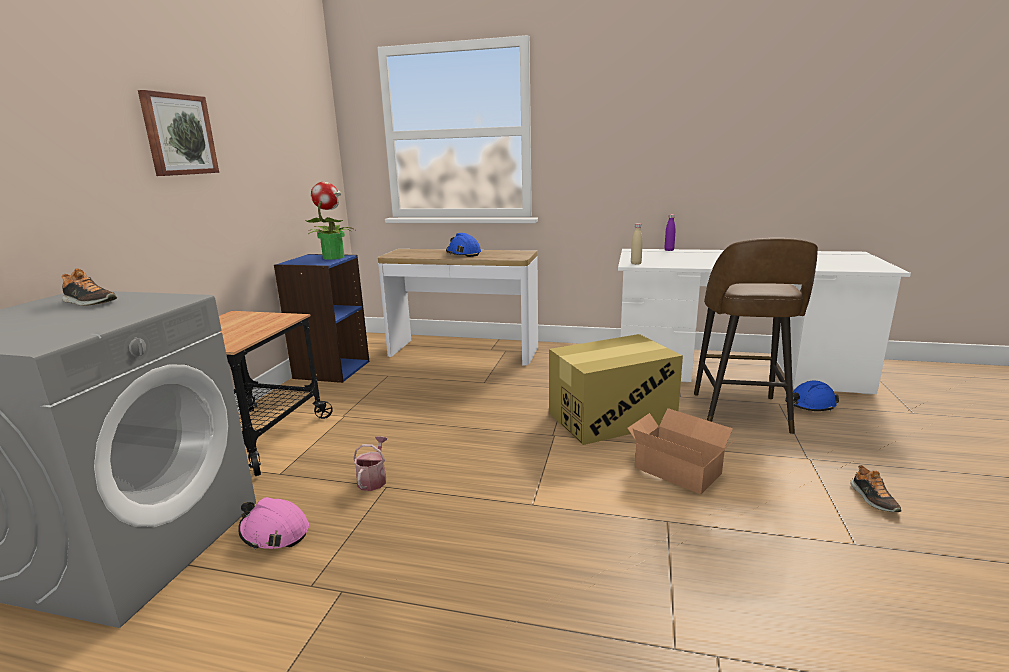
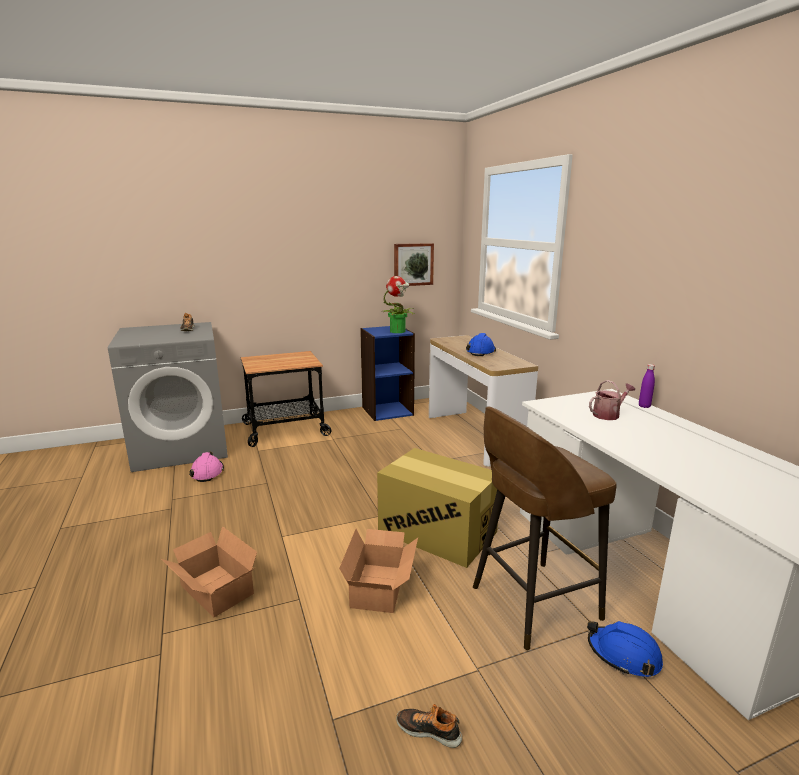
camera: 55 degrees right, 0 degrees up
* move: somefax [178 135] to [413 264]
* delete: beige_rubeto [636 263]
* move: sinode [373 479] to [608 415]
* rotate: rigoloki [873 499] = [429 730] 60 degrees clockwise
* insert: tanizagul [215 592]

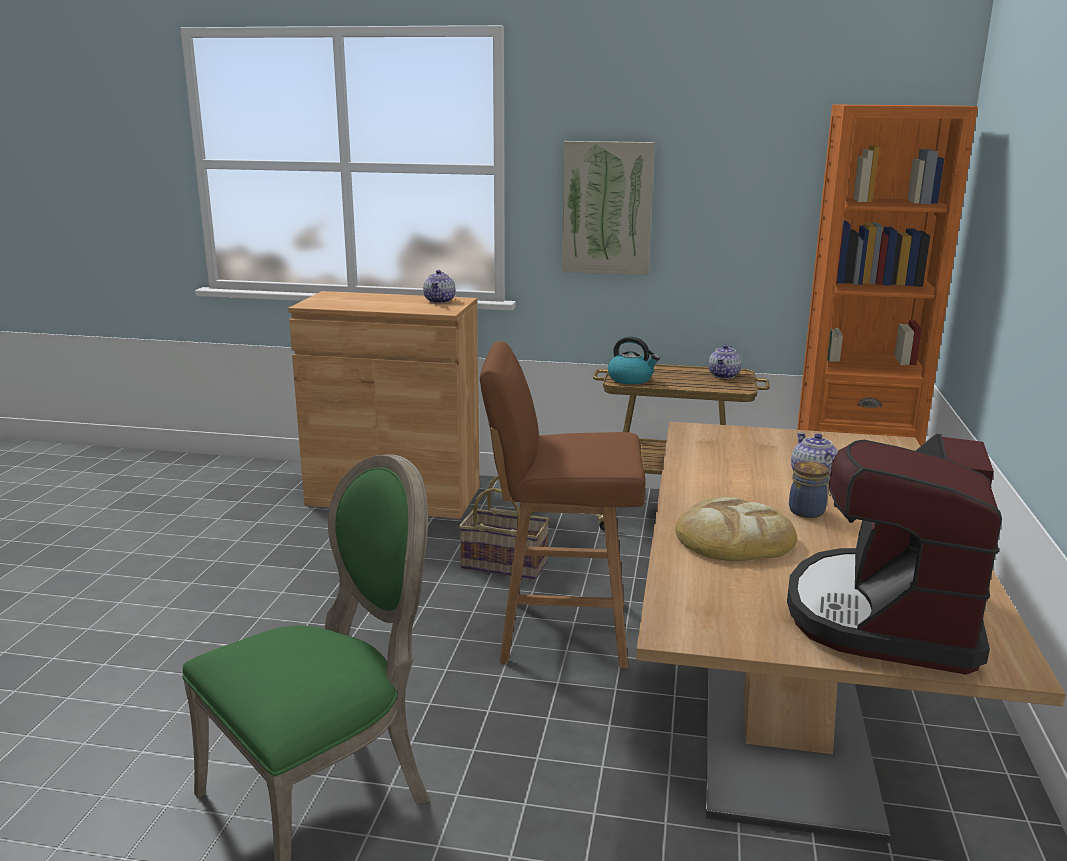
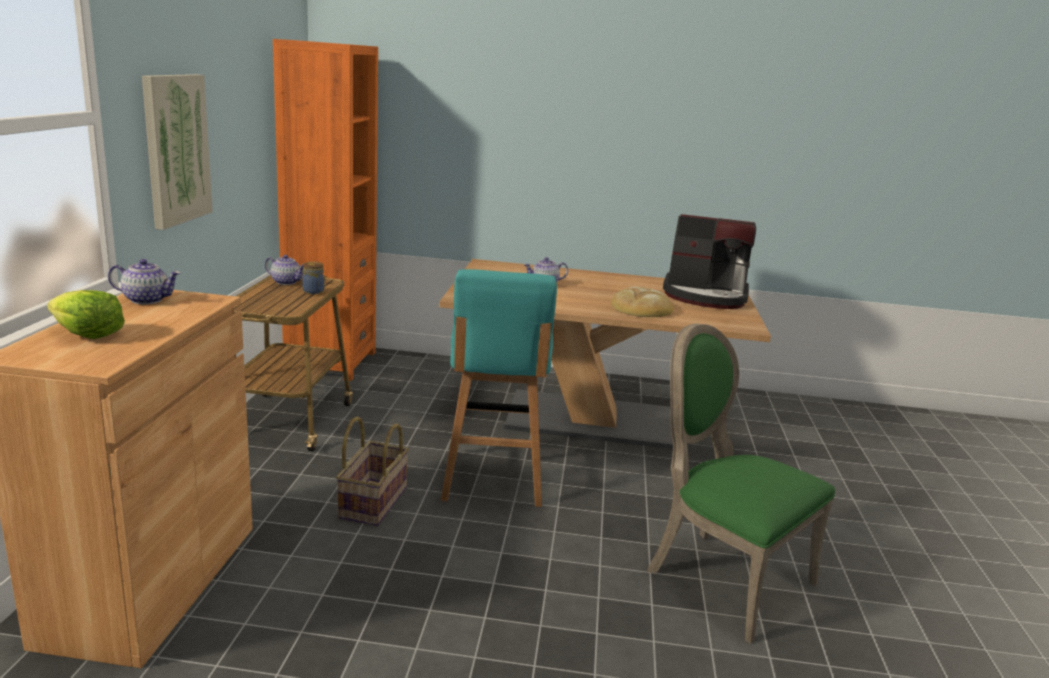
camera: 95 degrees left, 0 degrees up
* delete: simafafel [631 379]
* recolor: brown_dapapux [560 631] to turquoise_dapapux [492 480]
* move: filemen [808 511] to [313 291]
* insert: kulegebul [87 334]

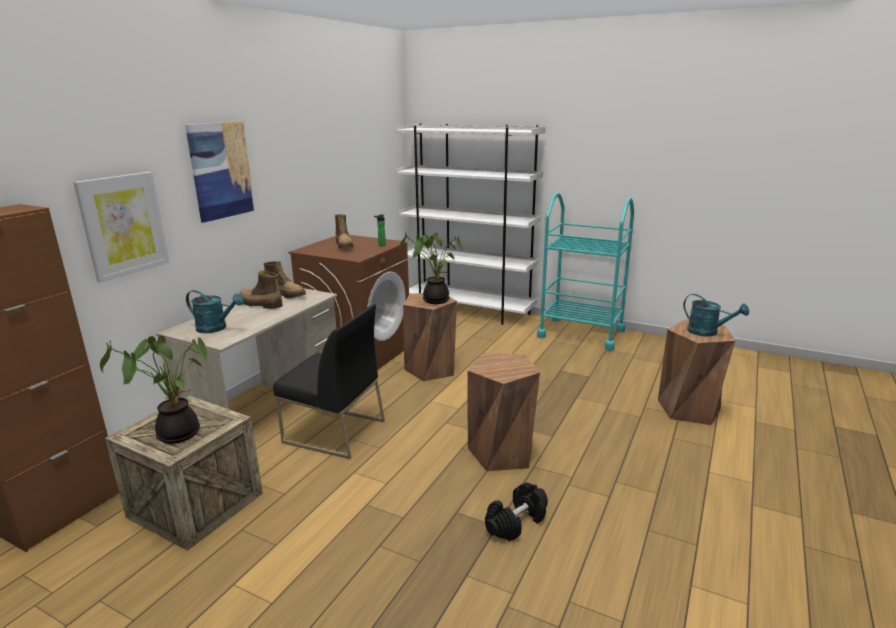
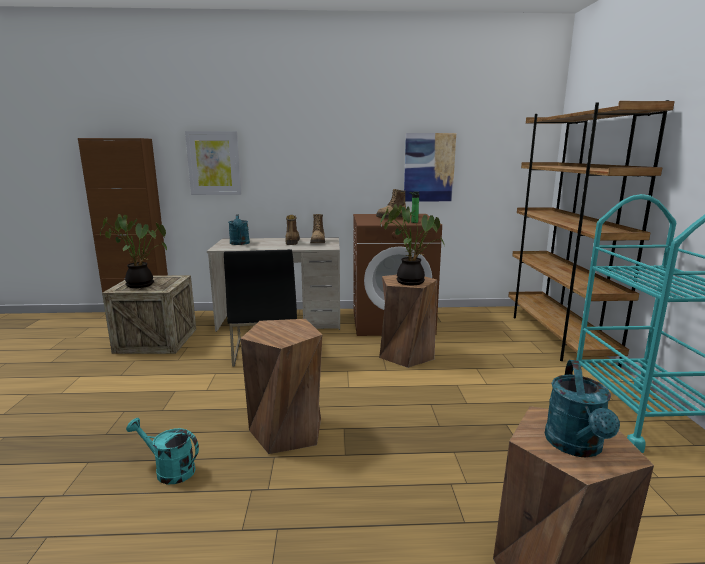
camera: 60 degrees right, 5 degrees down
* move: somefax [221 170] to [429 167]
* recolor: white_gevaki [468 311] to brown_gevaki [556 336]
* replace: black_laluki [516 523] to turquoise_sinode [169 470]

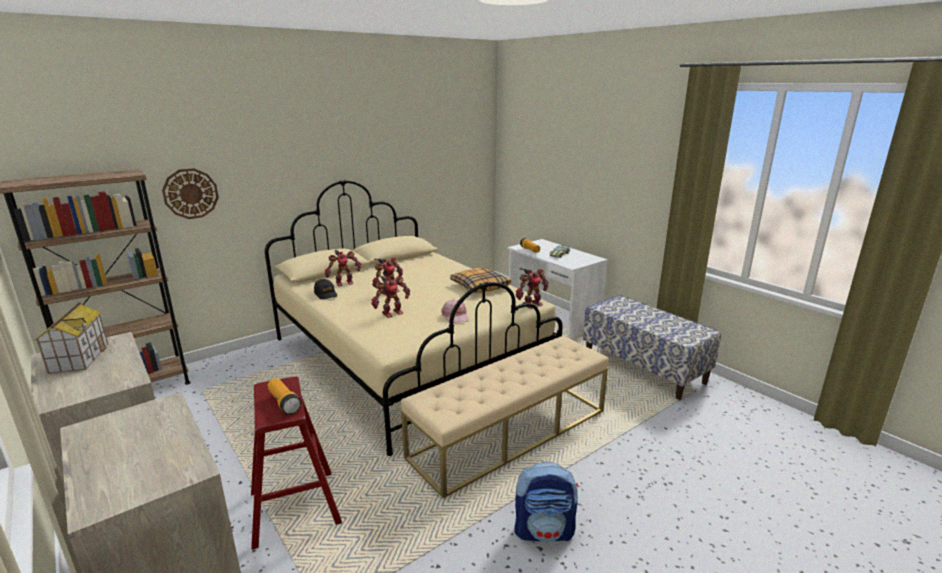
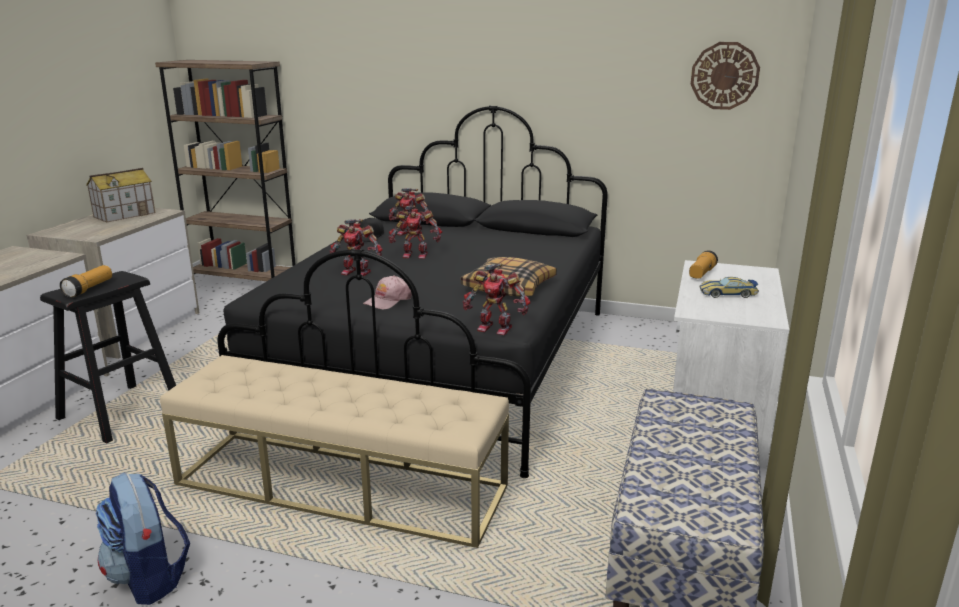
camera: 55 degrees right, 0 degrees up
* move: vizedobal [190 193] to [724 76]
* recolor: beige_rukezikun [408 358] to black_rukezikun [444 362]
* recolor: red_dapapux [294 507] to black_dapapux [121 413]

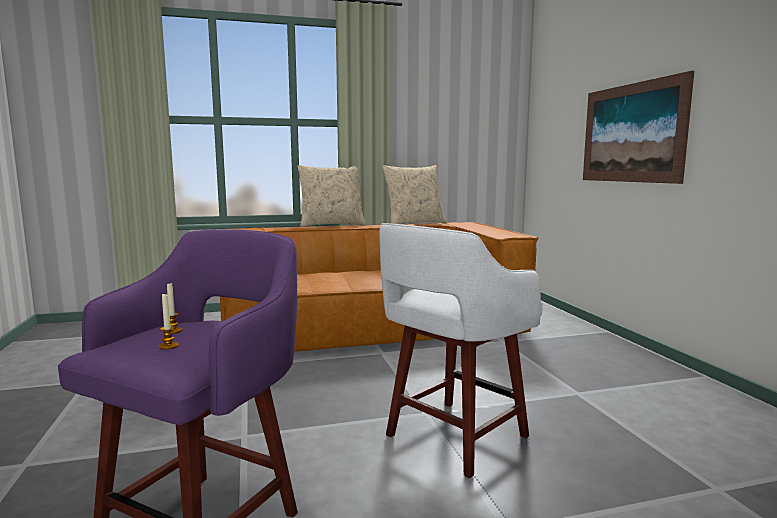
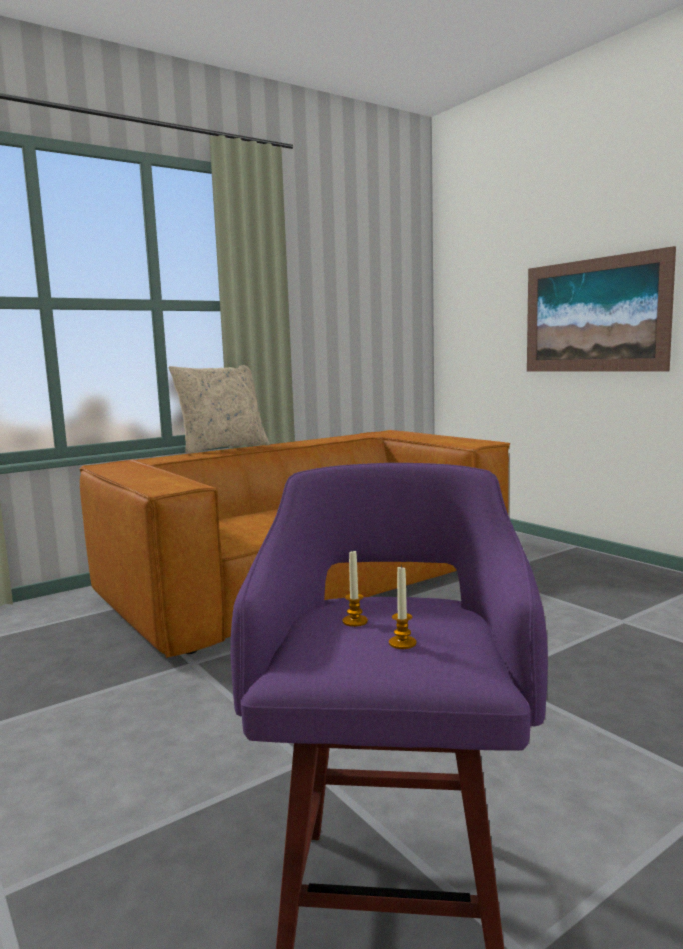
camera: 20 degrees left, 0 degrees up
* delete: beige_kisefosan [414 223]
* delete: white_dapapux [453 438]

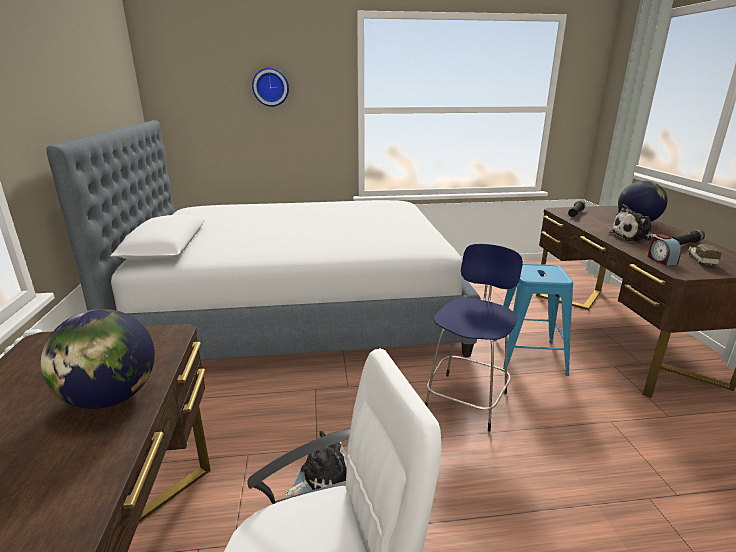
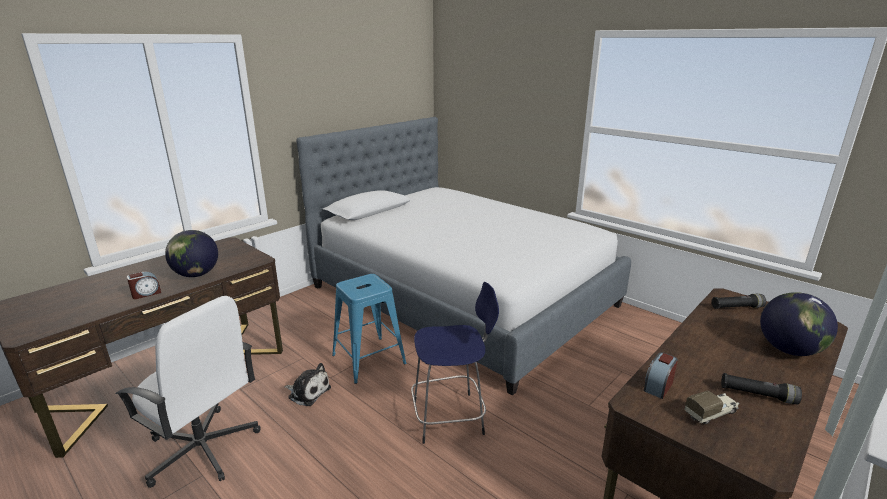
camera: 50 degrees right, 0 degrees up
* delete: vizedobal [270 87]
* delete: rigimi [634 237]
* move: blue_dapapux [529 356] to [368 359]
* insert: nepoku [146 294]

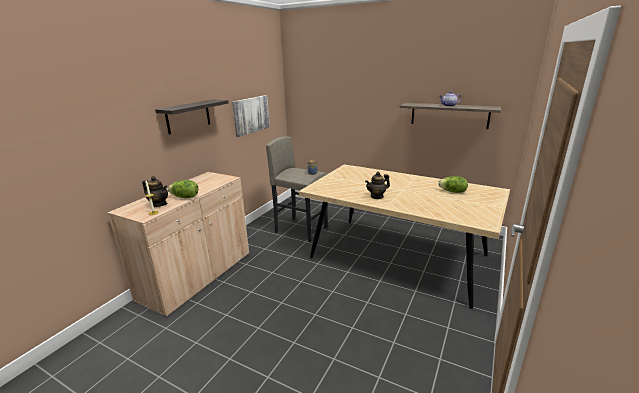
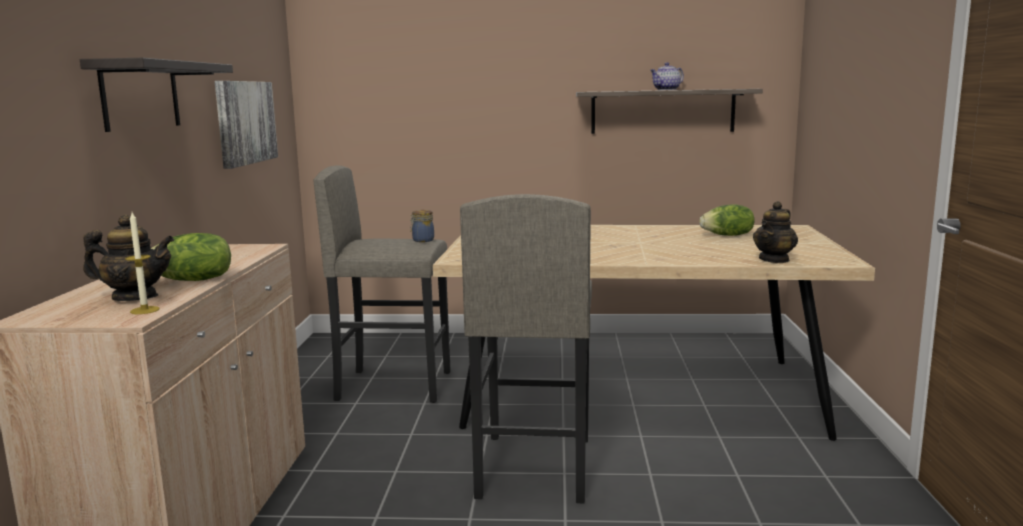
camera: 25 degrees left, 10 degrees down
* move: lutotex [377 196] to [774 260]
* insert: grey_dapapux [533 467]

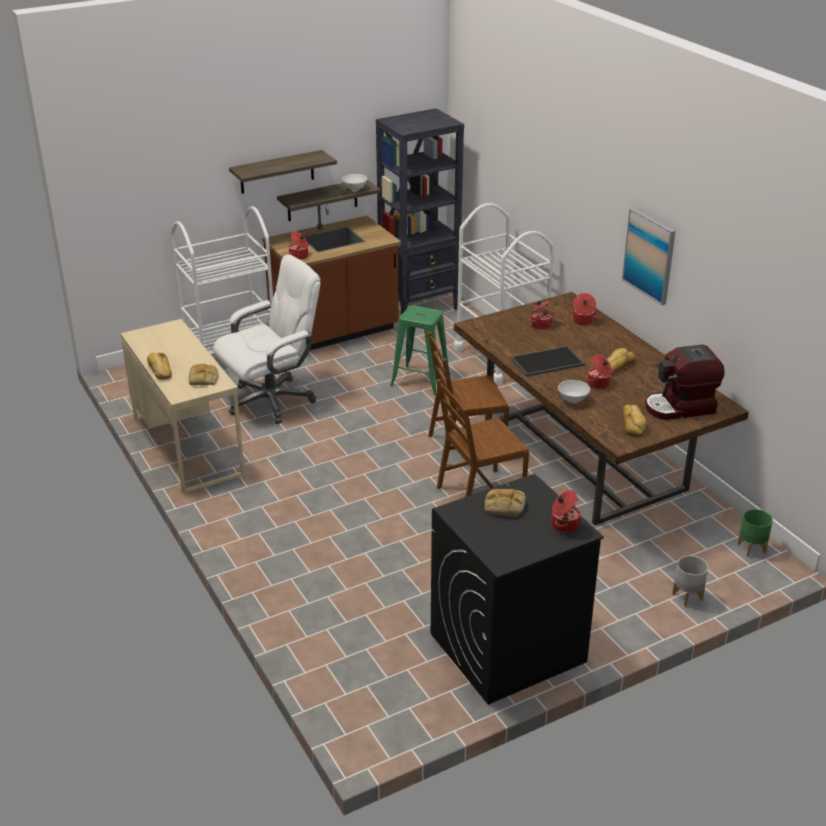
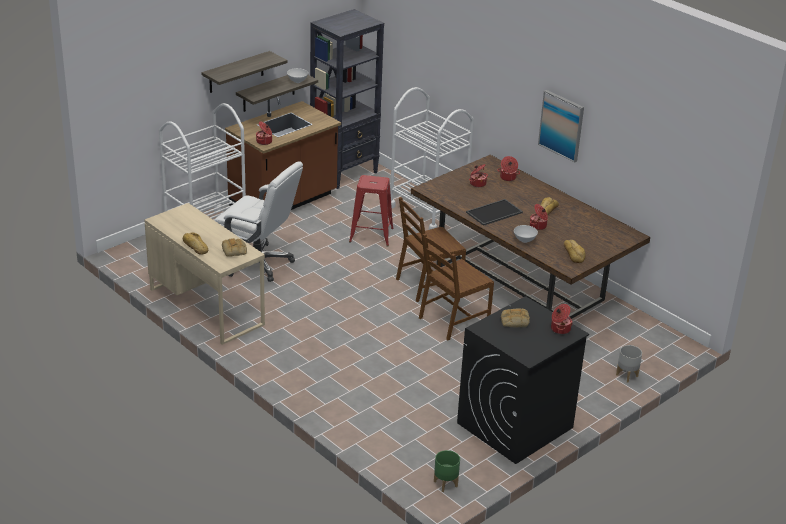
camera: 15 degrees left, 0 degrees up
* rotate: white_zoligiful [272 400] = [258 263] 75 degrees clockwise
* recolor: green_dapapux [421 380] to red_dapapux [371 235]
* delete: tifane [680 407]
* move: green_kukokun [751 549] to [445 484]

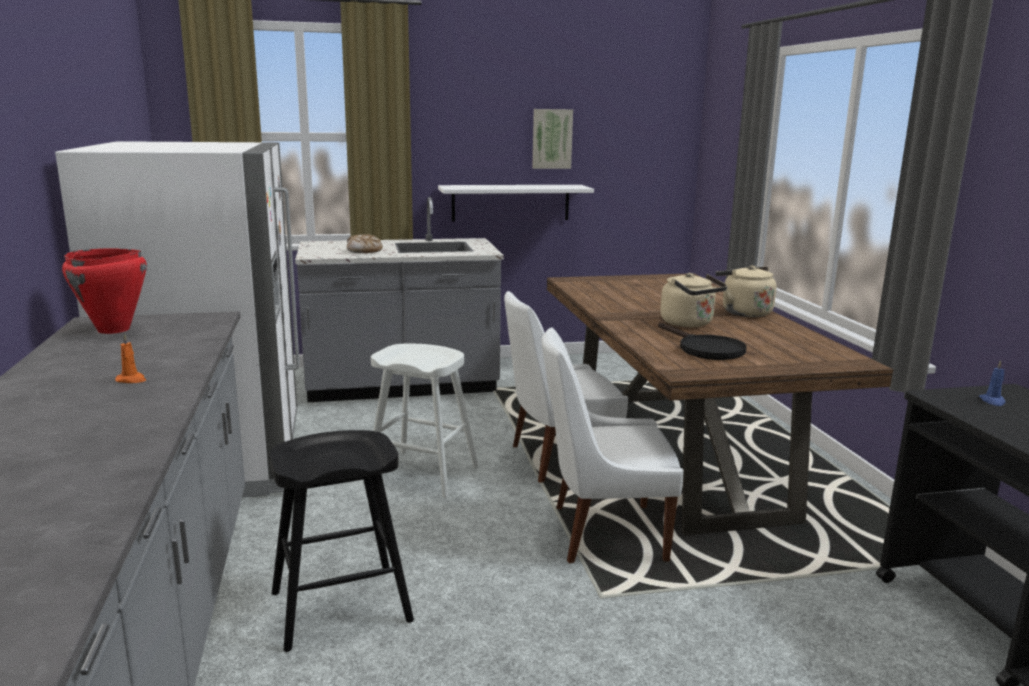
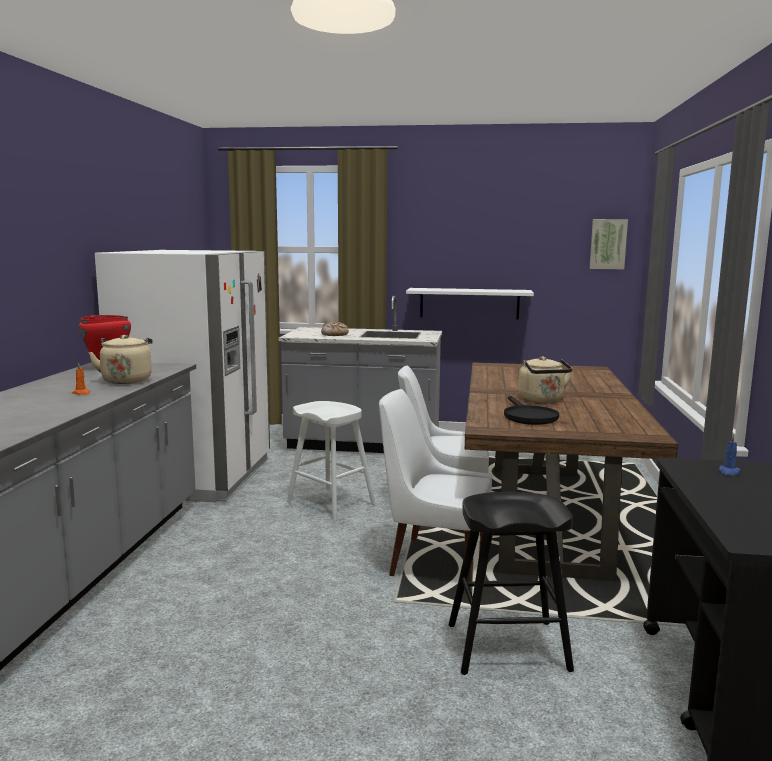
camera: 20 degrees right, 5 degrees down
* move: somefax [551 139] to [608 244]
* move: beige_simafafel [743 312] to [127 380]
* move: black_dapapux [340 607] to [507 647]

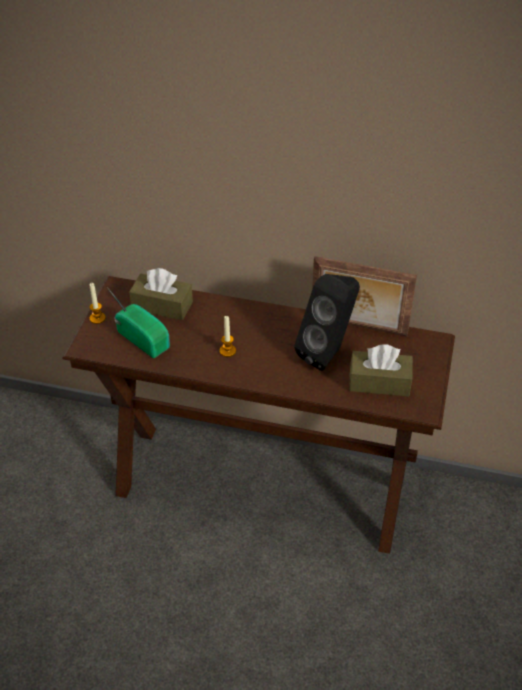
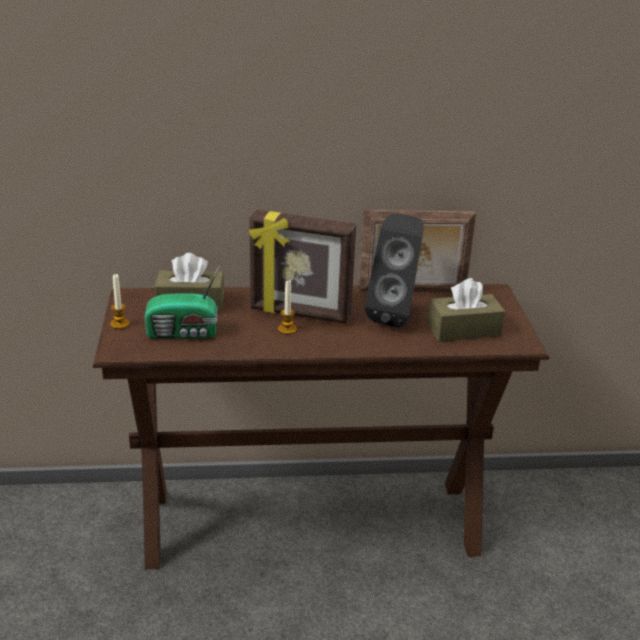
camera: 20 degrees left, 15 degrees down
* rotate: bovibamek [143 338] = [184 333] 150 degrees clockwise
* insert: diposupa [299 314]

